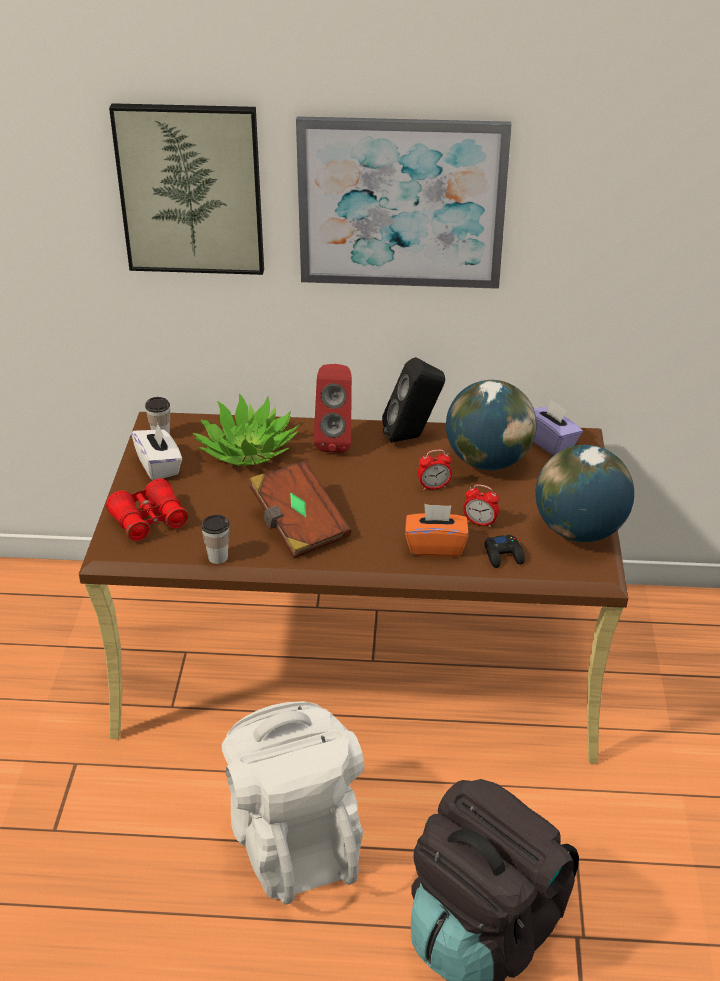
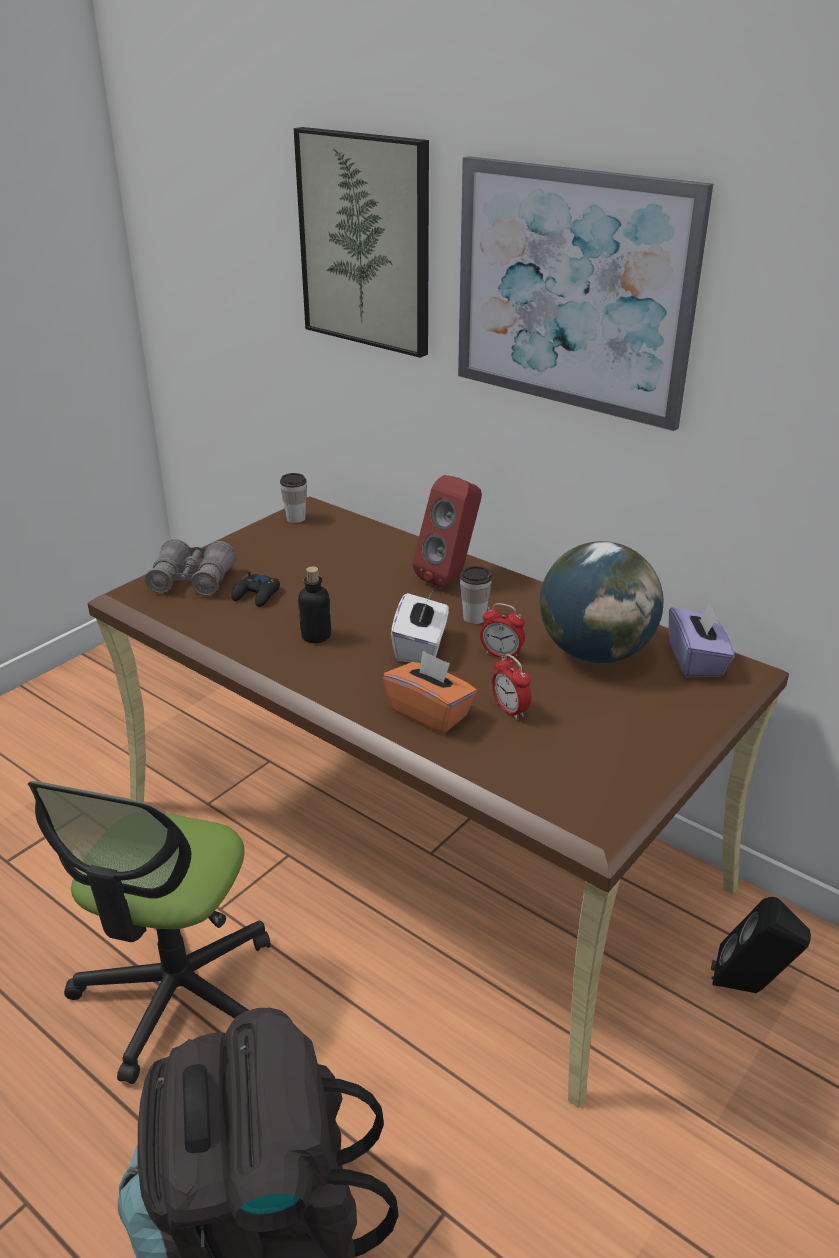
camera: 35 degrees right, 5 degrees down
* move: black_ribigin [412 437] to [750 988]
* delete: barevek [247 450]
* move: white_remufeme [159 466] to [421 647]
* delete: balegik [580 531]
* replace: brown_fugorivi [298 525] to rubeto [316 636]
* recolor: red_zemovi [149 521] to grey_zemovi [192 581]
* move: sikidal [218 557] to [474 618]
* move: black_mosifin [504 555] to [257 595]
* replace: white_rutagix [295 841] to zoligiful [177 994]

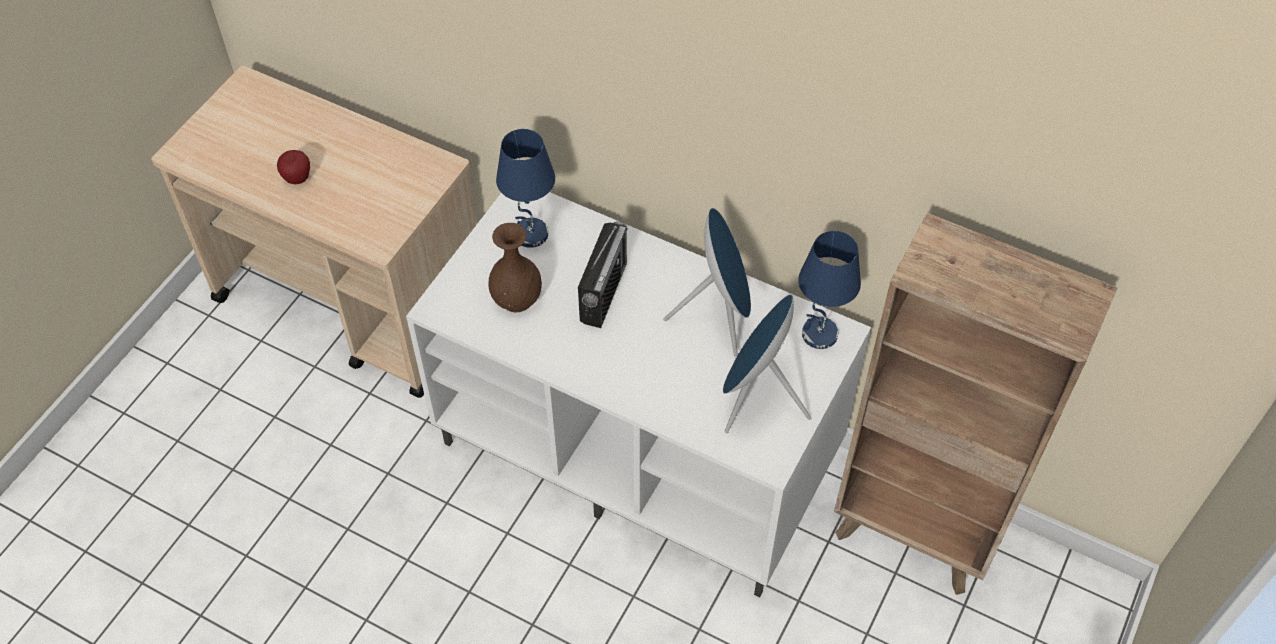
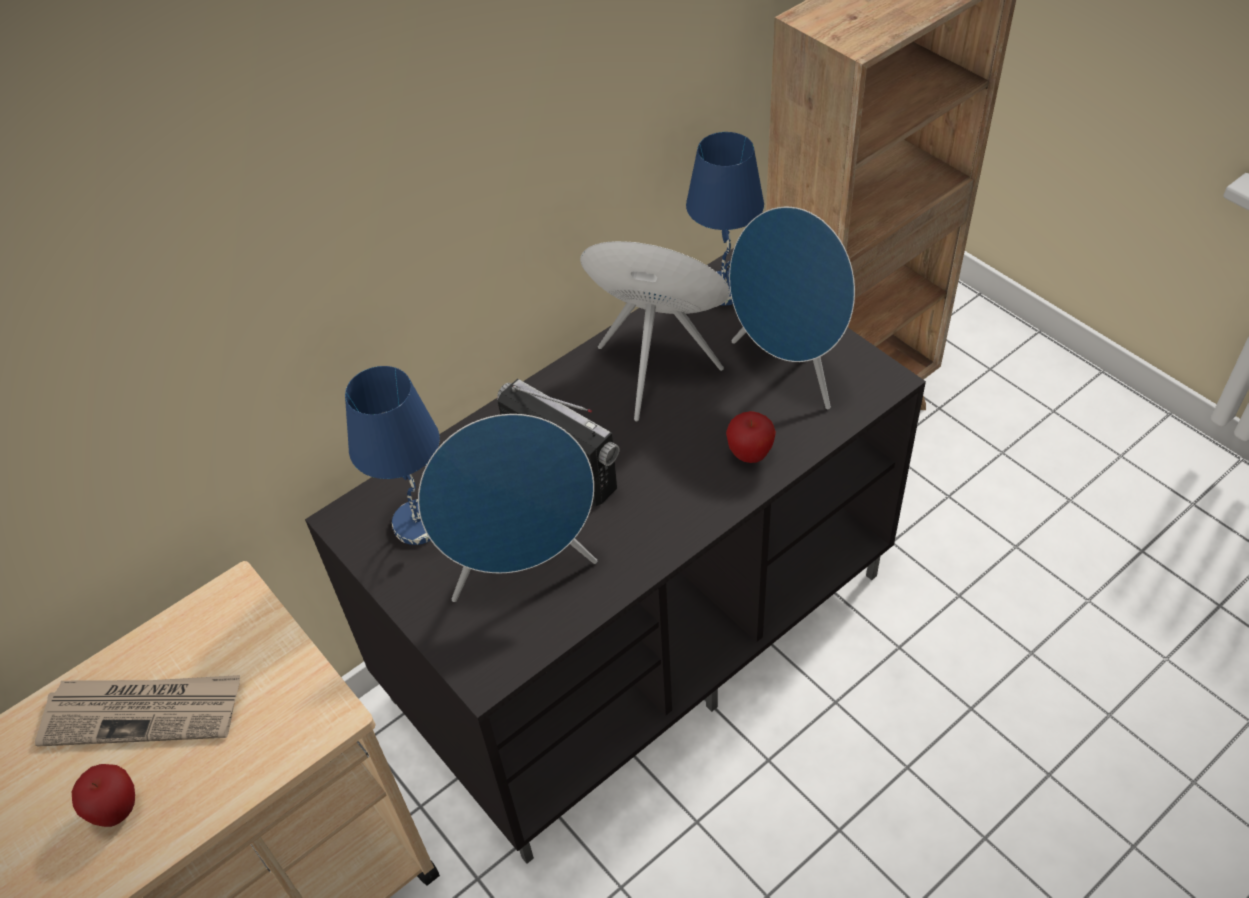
camera: 65 degrees left, 5 degrees down
* recolor: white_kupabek [642 450] to black_kupabek [640 631]
* replace: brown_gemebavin [517 299] to blue_ribigin [522 568]
* insert: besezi [750 454]
* insert: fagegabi [144 712]

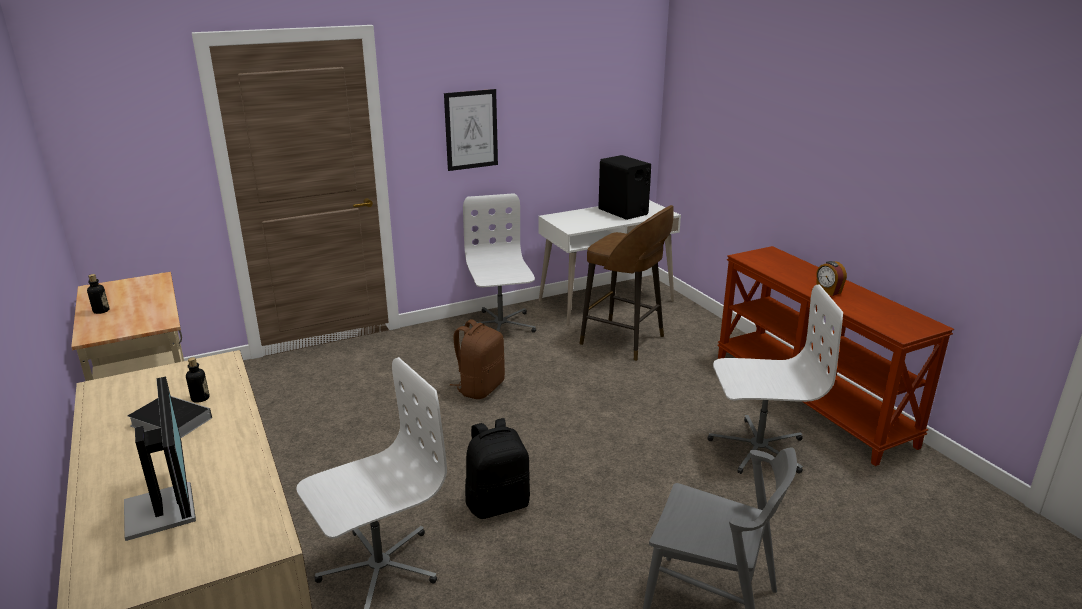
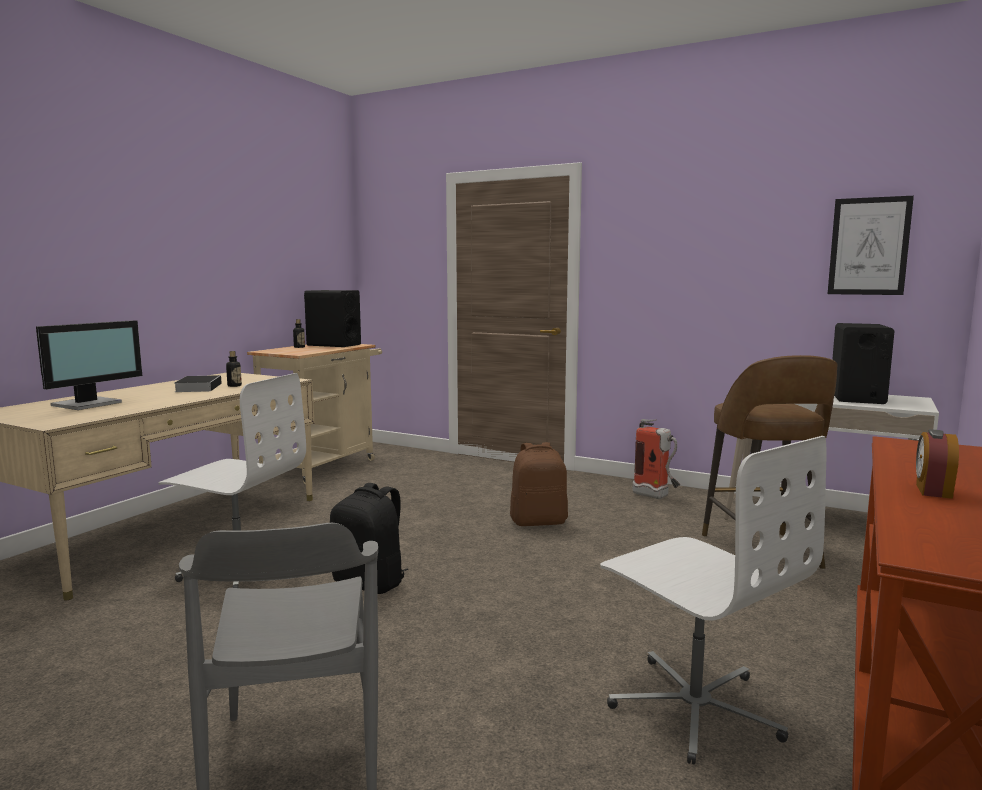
camera: 55 degrees right, 15 degrees down
* move: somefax [471 130] to [869 246]
* replace: white_zoligiful [500 326] to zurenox [656 497]
* insert: black_ribigin [333 345]

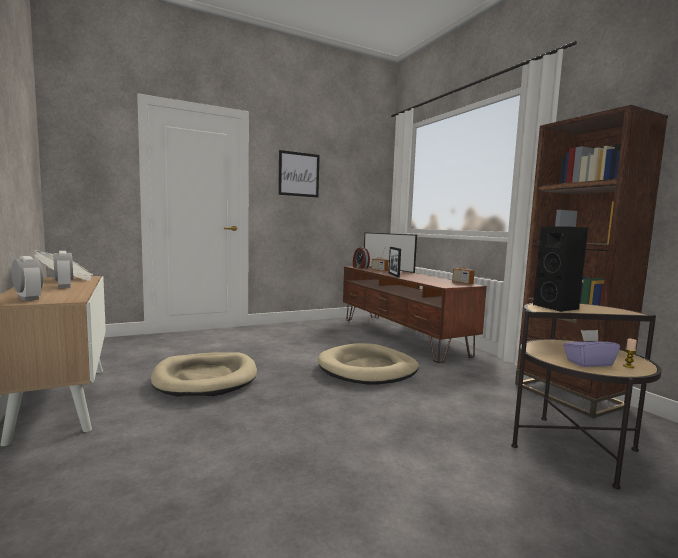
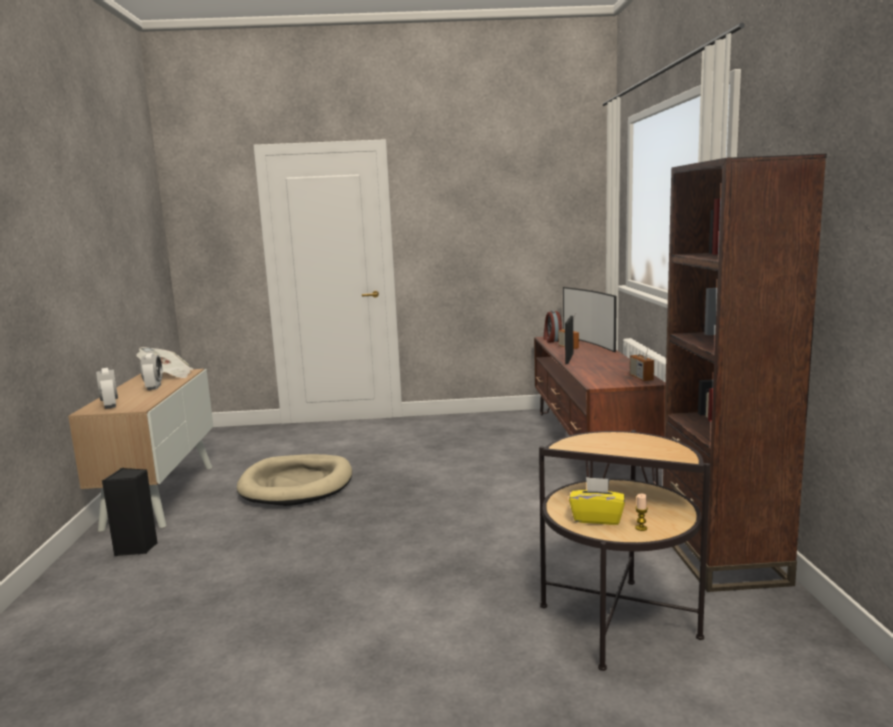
camera: 25 degrees right, 5 degrees up
* delete: somefax [299 174]
* move: black_ribigin [557 307] to [137 548]
* recolor: purple_remufeme [588 363] to yellow_remufeme [597 518]
* delete: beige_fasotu [368 369]

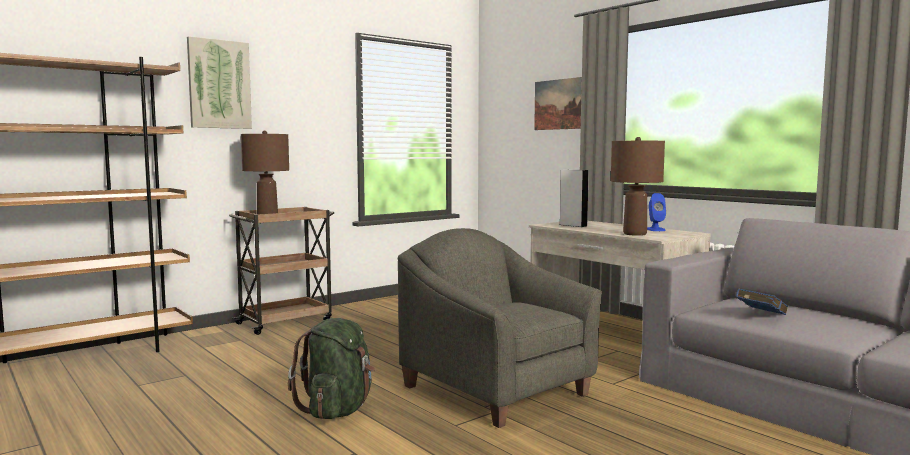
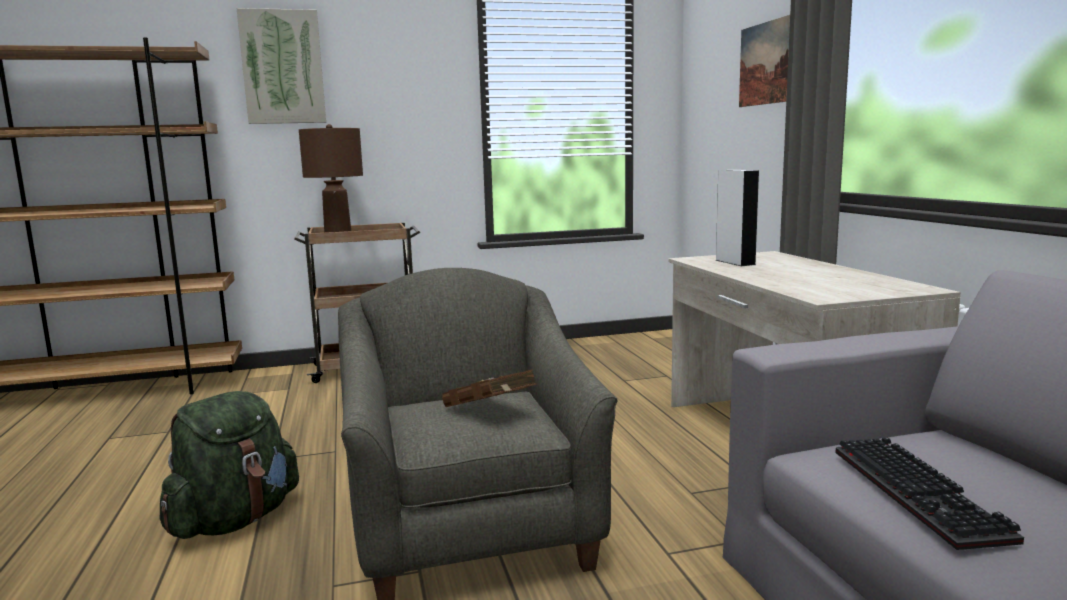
camera: 25 degrees right, 5 degrees up
* delete: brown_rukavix [635 234]
* delete: blue_ribigin [655 229]
* replace: blue_fugorivi [759 316] to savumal [922 494]
* insert: brown_fugorivi [491 413]

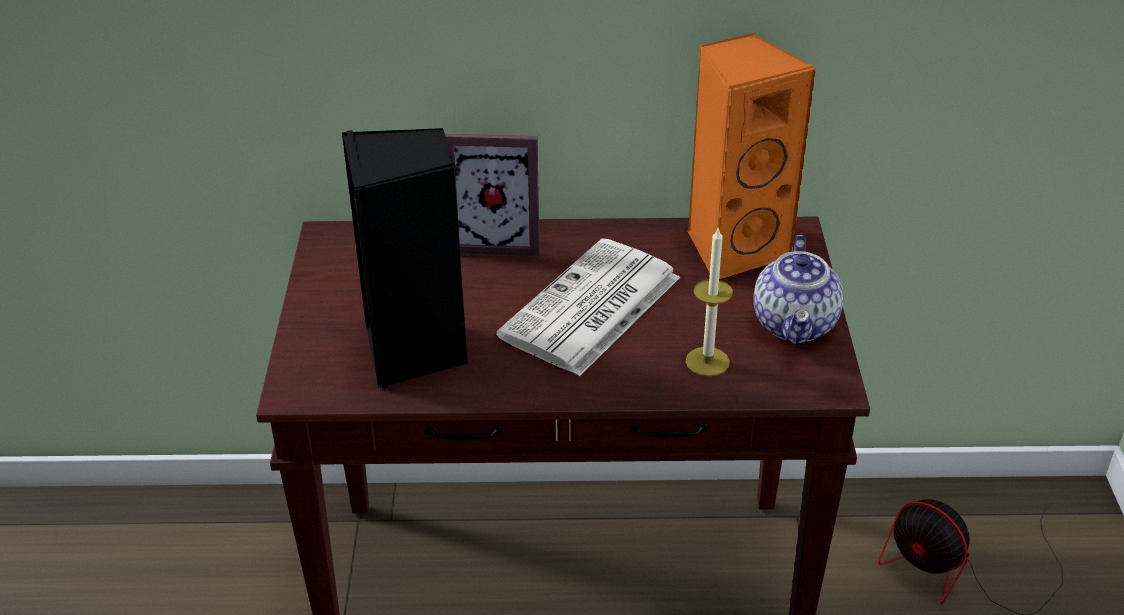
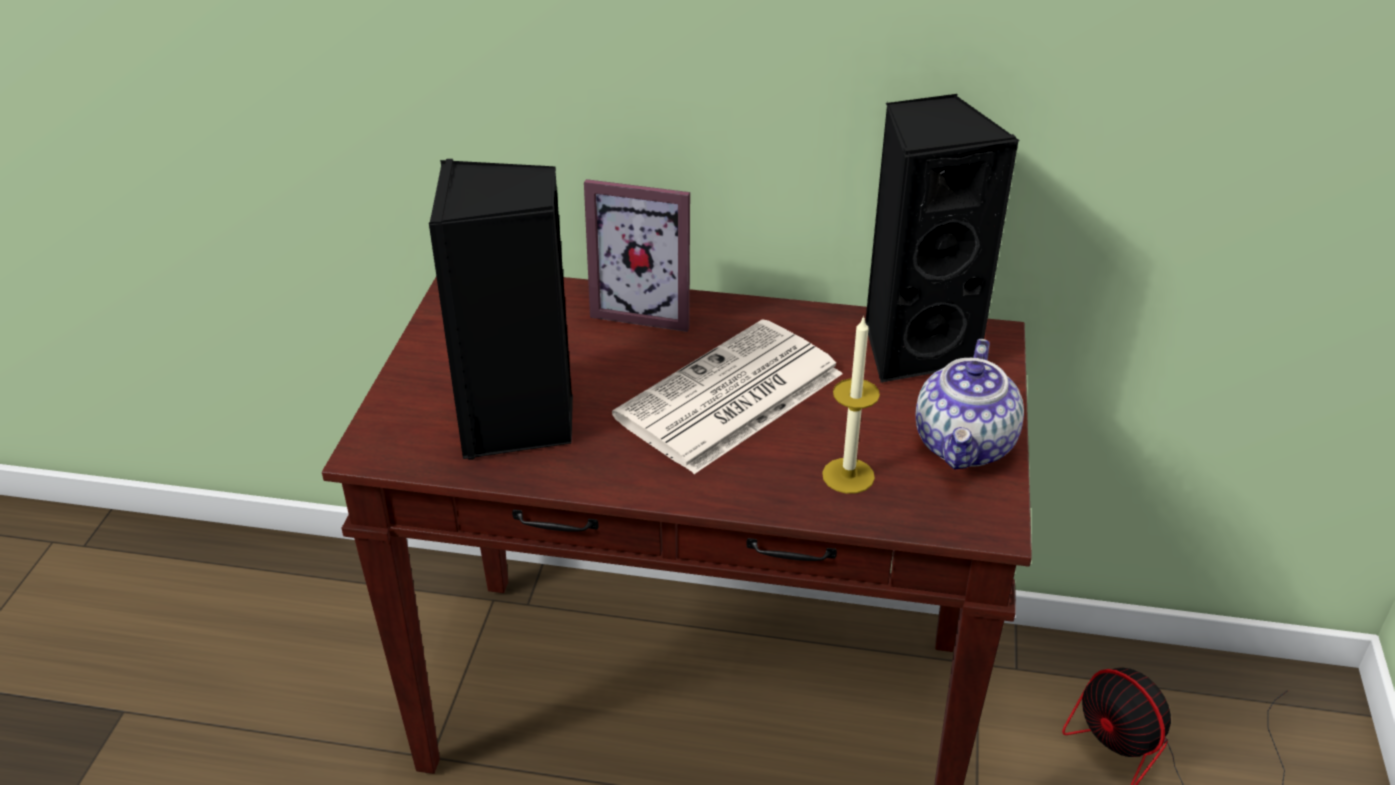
camera: 10 degrees right, 0 degrees up
* recolor: orange_ribigin [734 248] to black_ribigin [915 347]

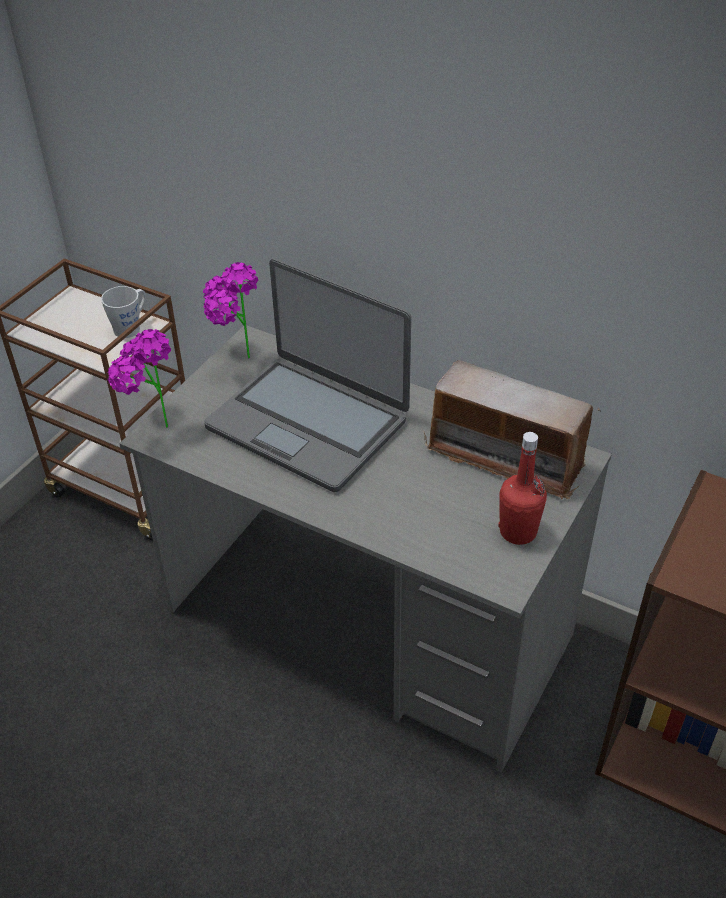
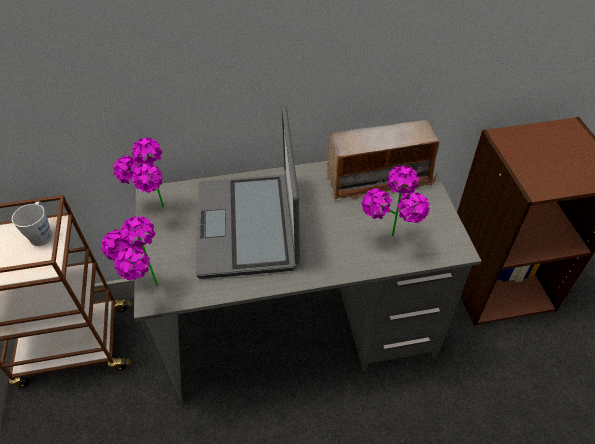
camera: 40 degrees left, 5 degrees up
* rotate: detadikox [308 423] = [248 225] 90 degrees clockwise
* delete: red_rubeto [518 531]
* insert: barevek [390 244]

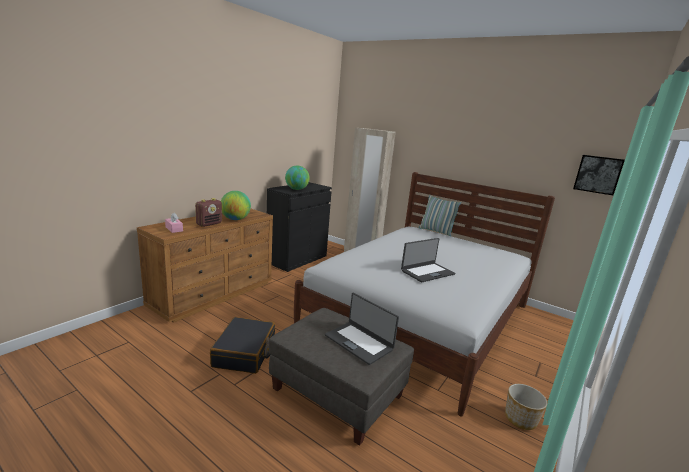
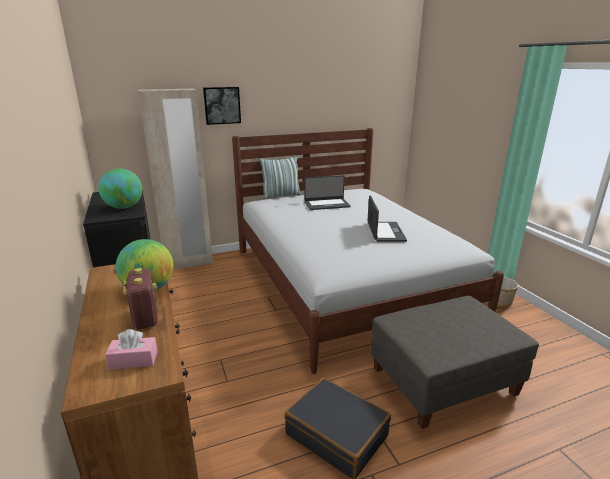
camera: 55 degrees left, 5 degrees up
* move: somefax [598 174] to [222 105]
* move: detadikox [359 342] to [326 204]

